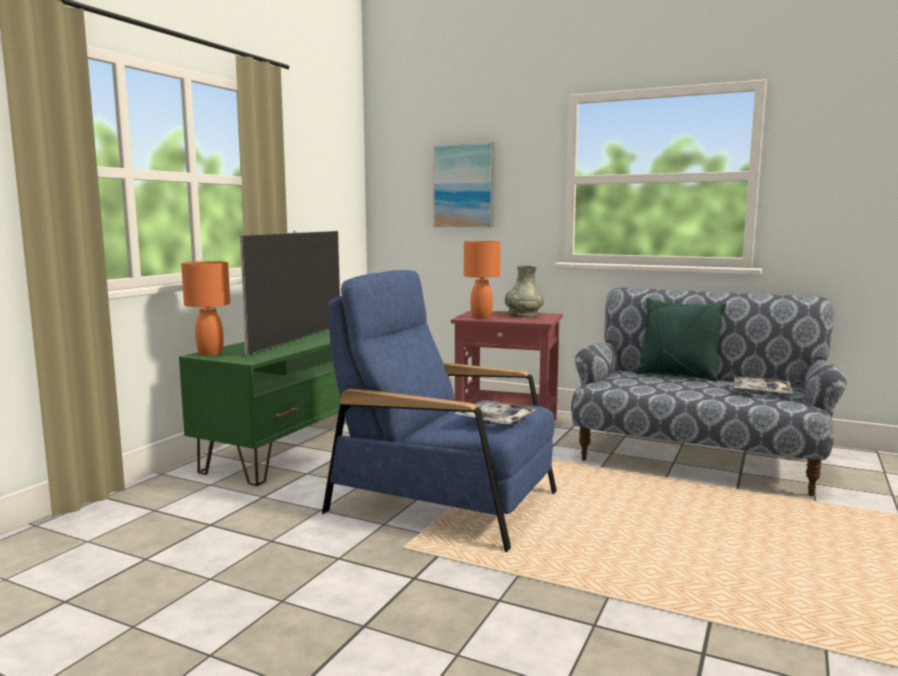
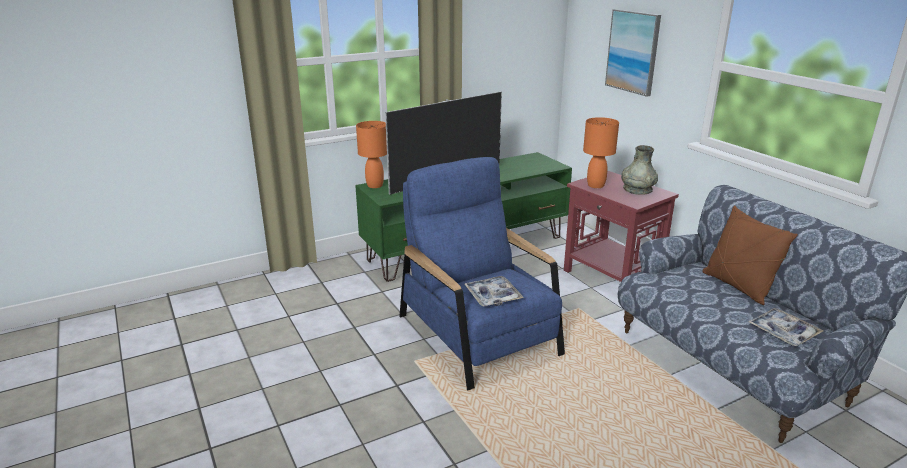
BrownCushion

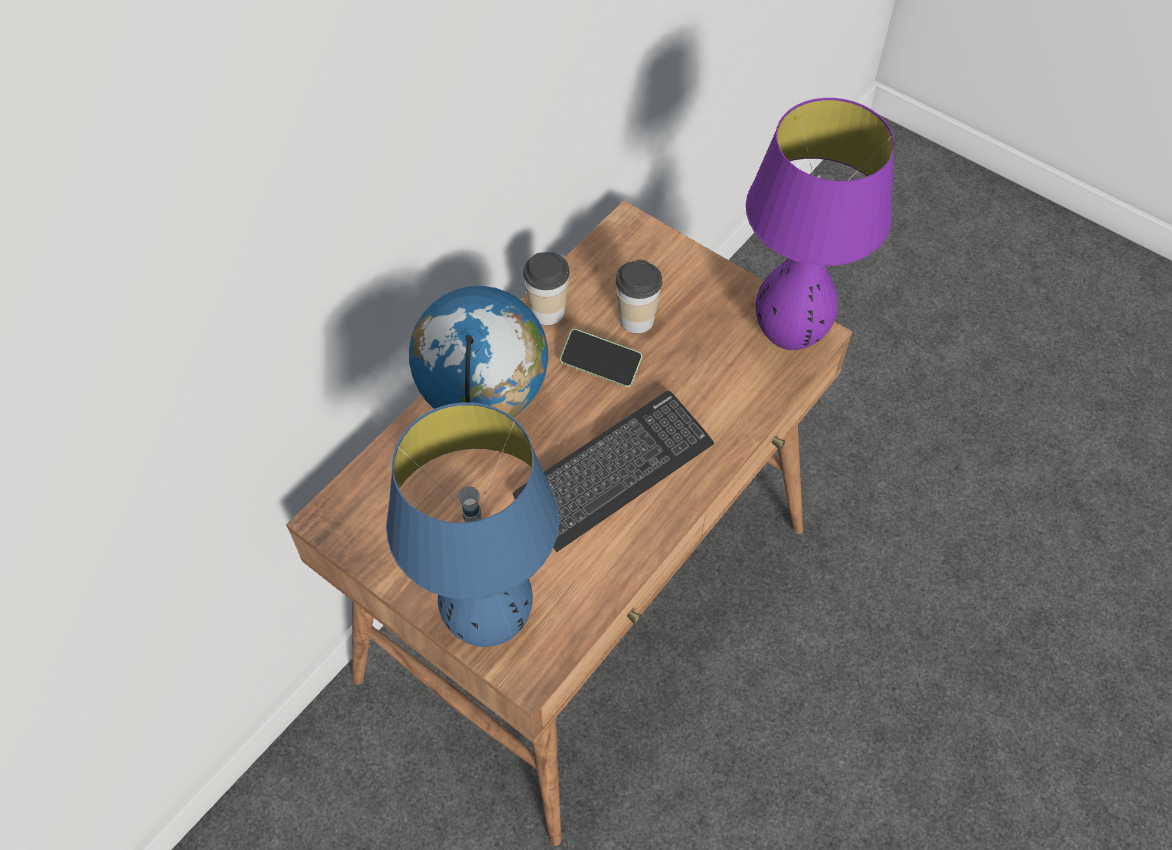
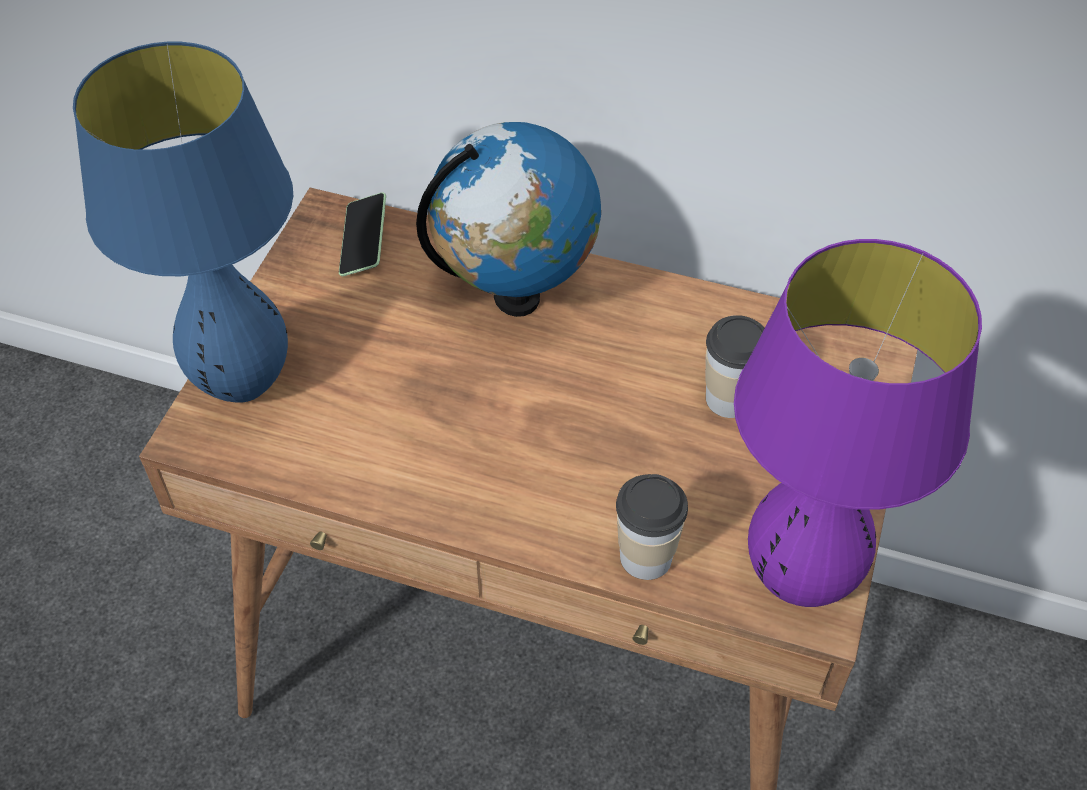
PcKeyboard; Cup (1st from left); Handset

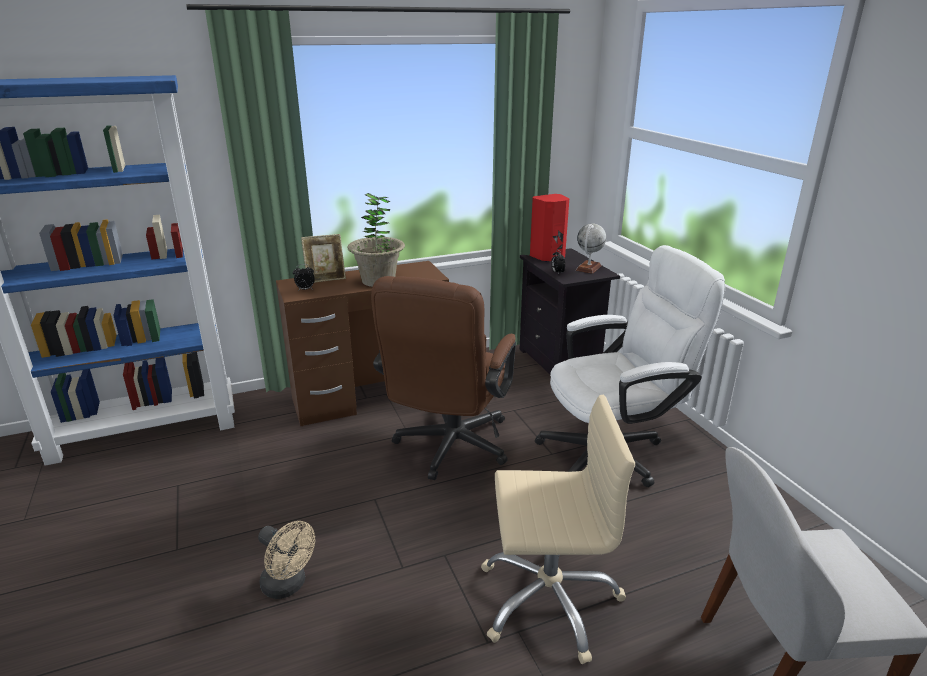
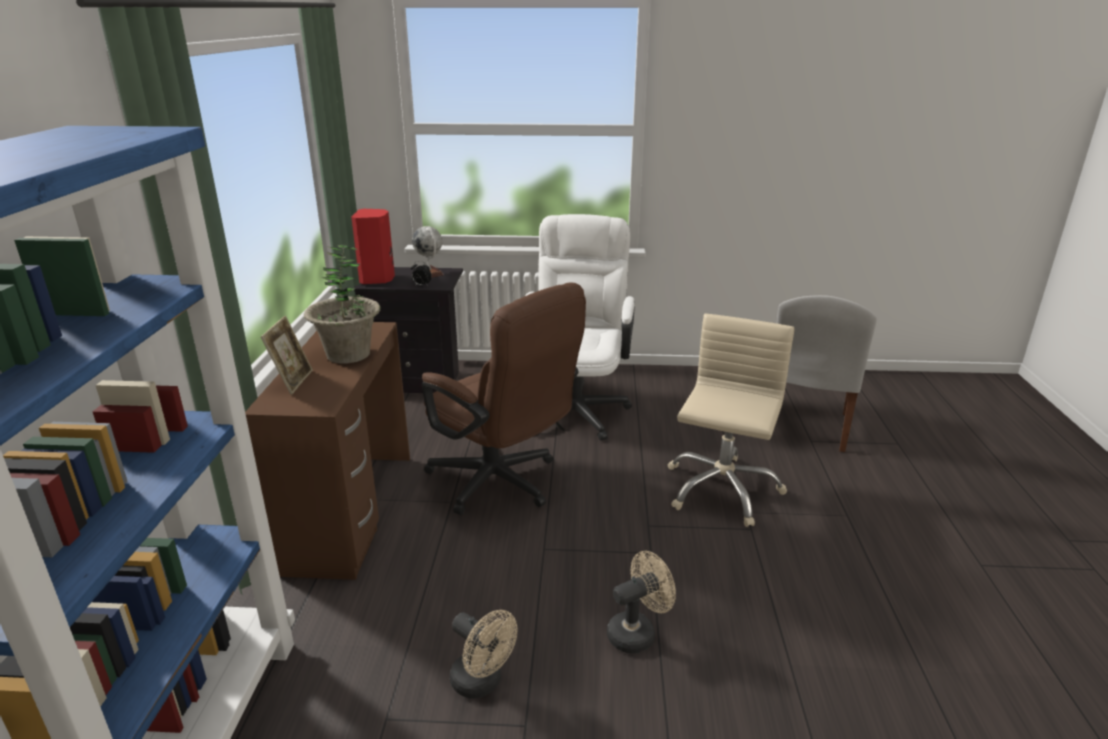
AlarmClock (1st from left in the first image); BeigeElectricFan (1st from left)

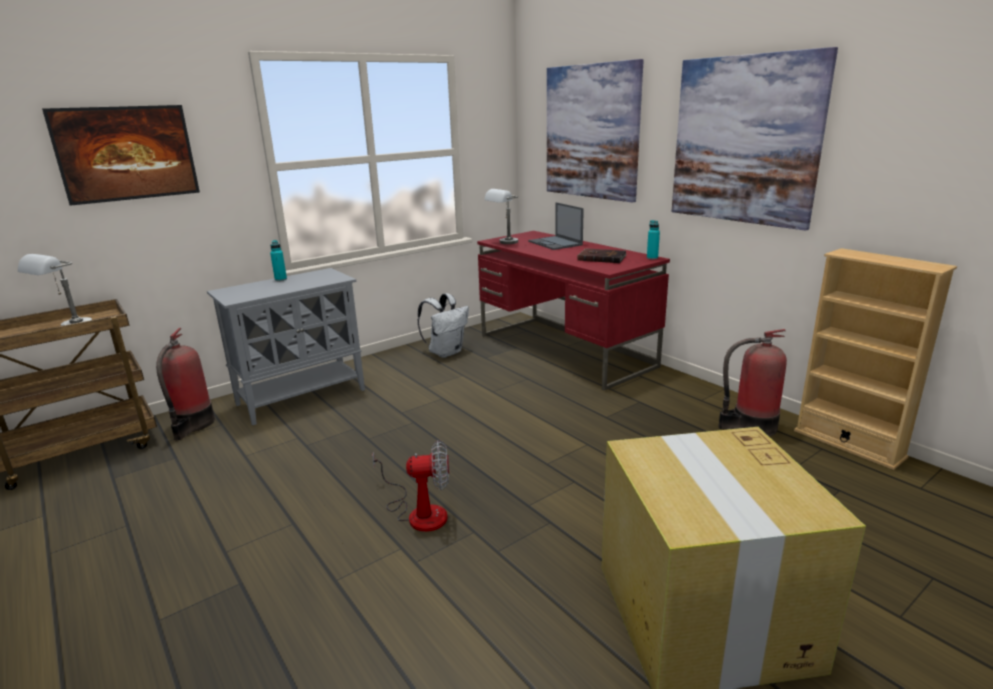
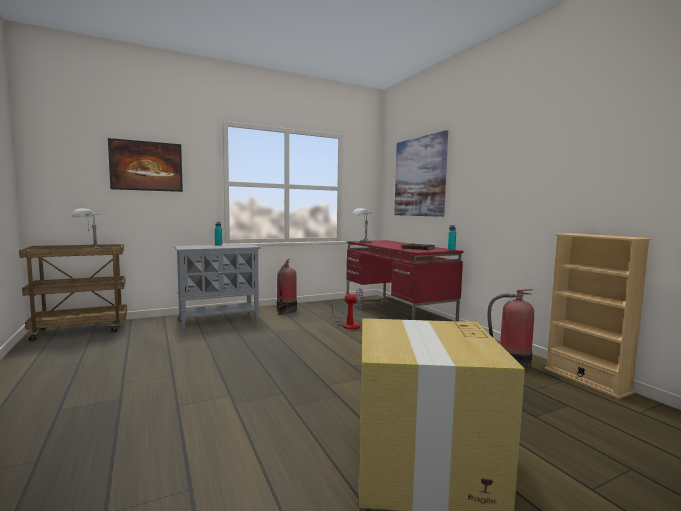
FireExtinguisher (1st from left); ElectricFan; WhitishKnapsack; NotebookComputer; Picture (3rd from left in the first image)

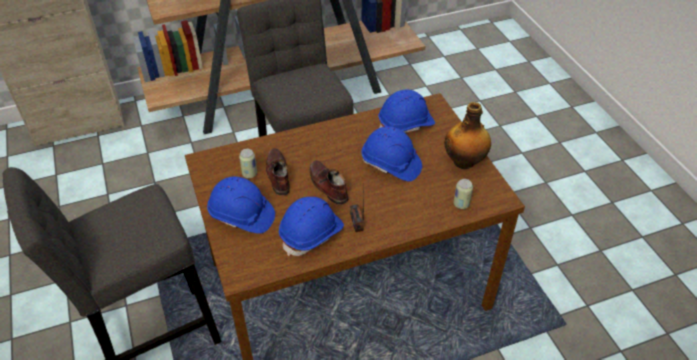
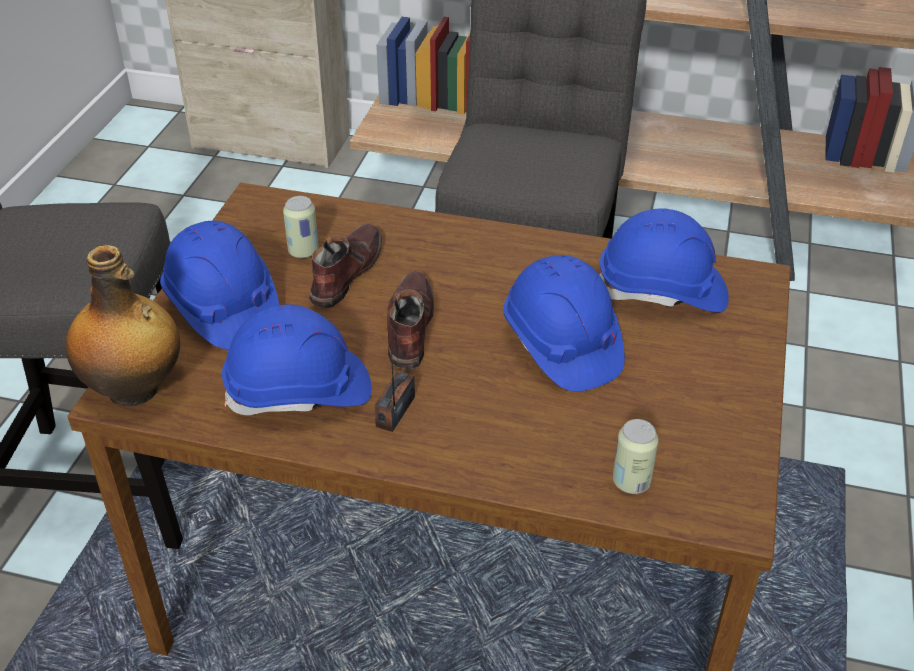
Bottle

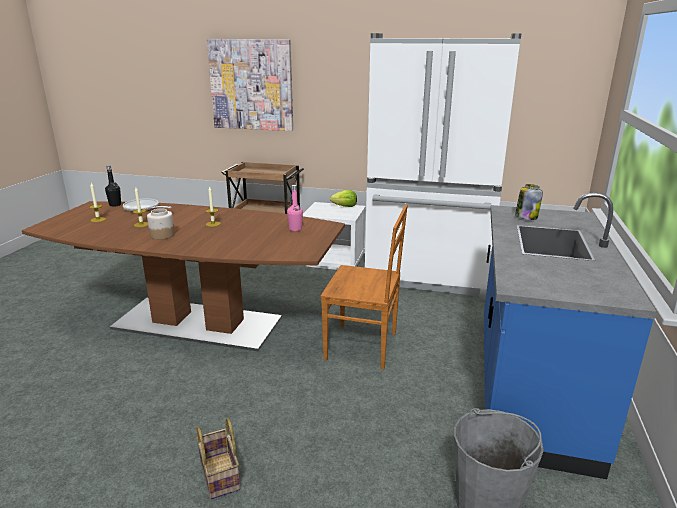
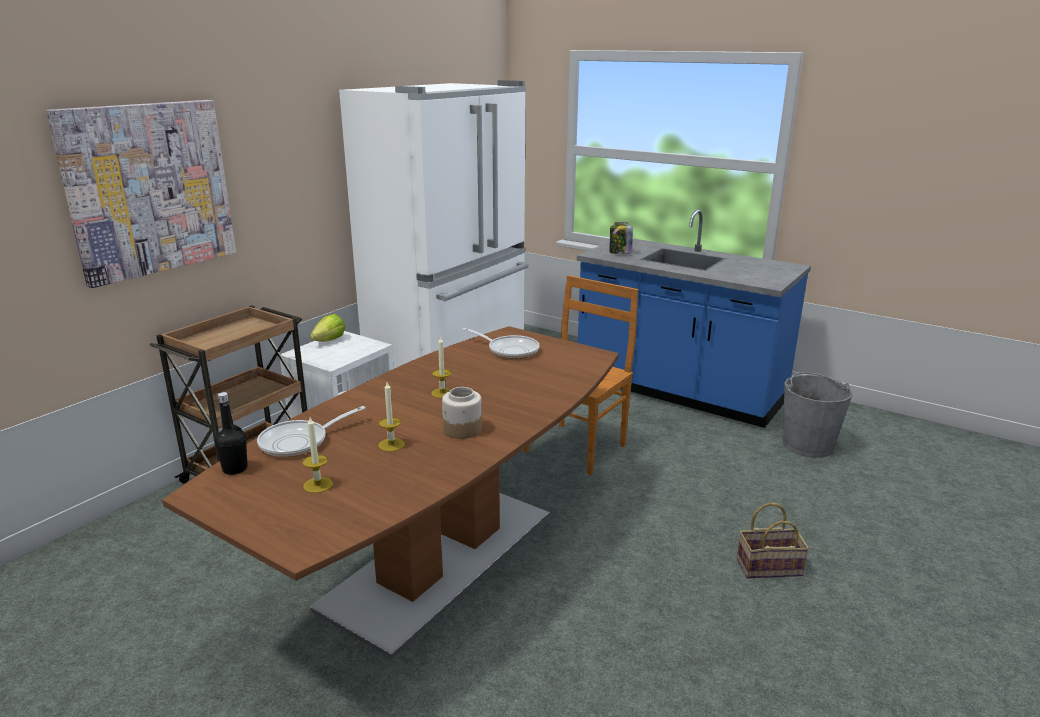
Skillet (2nd from left)

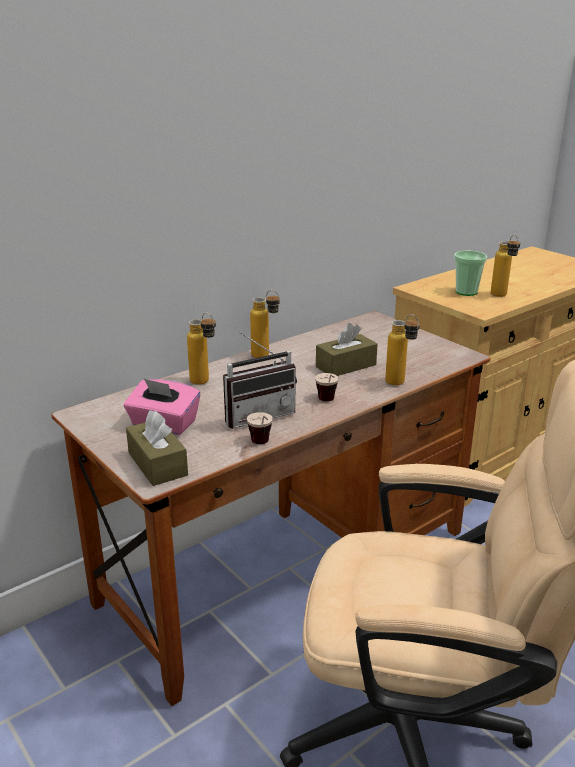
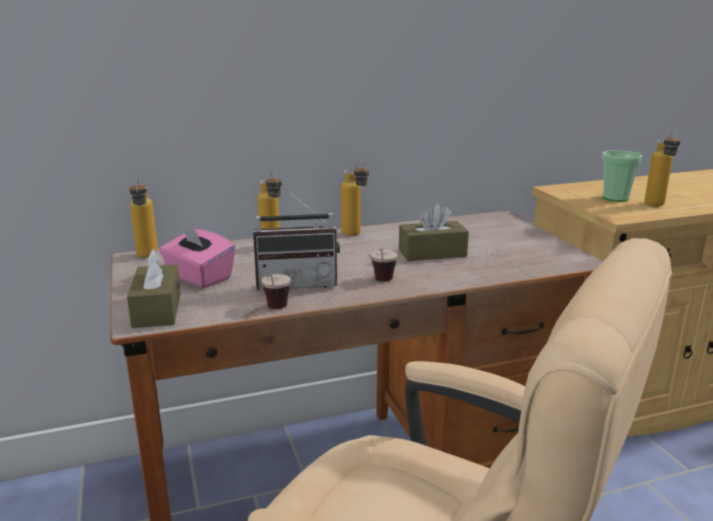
Bottle (1st from left)

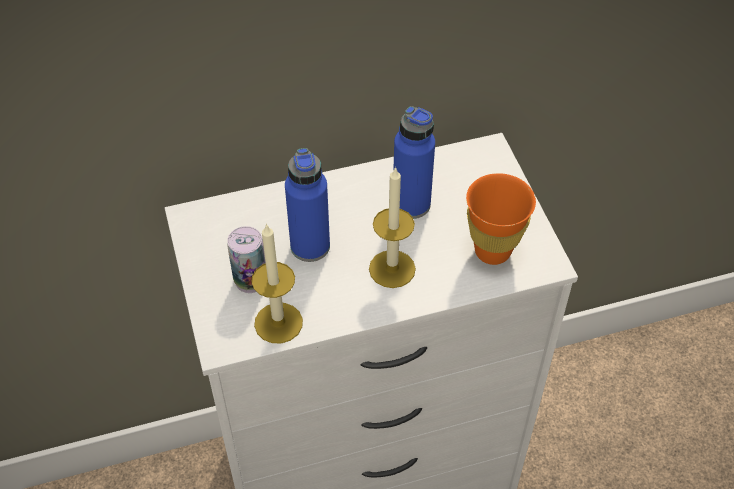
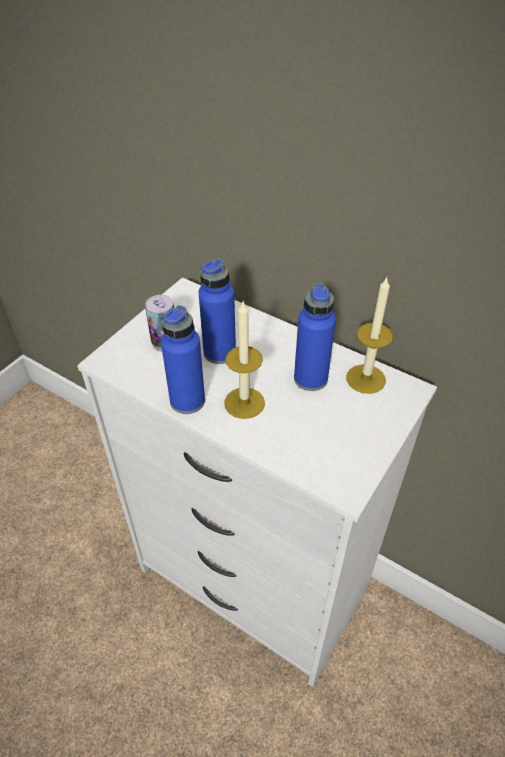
Candle (2nd from left); OrangeyCup; BluishBottle (1st from left)

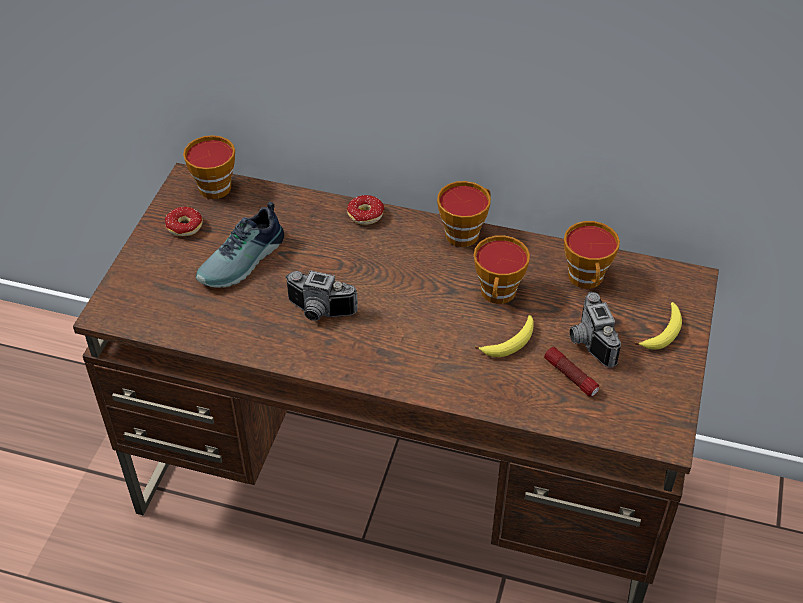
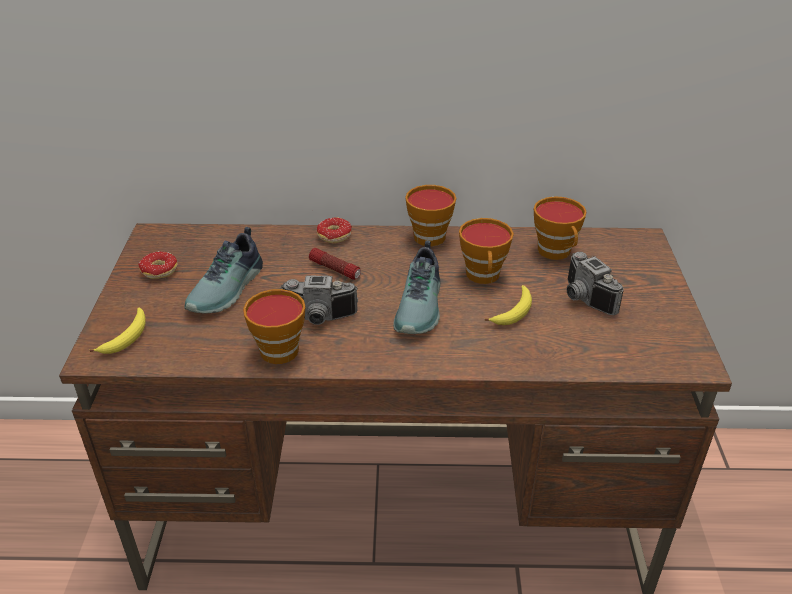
Cup (1st from left); HandTorch; BananaFruit (1st from left); Shoe (2nd from left)

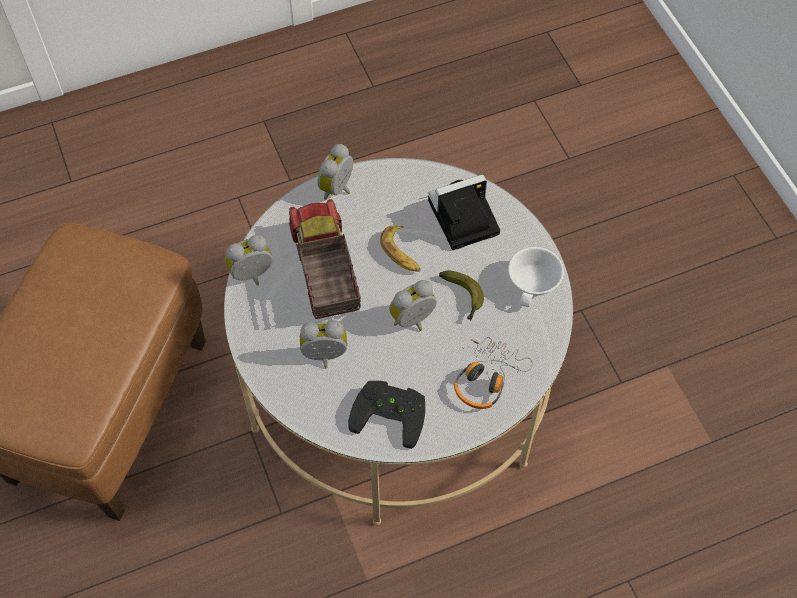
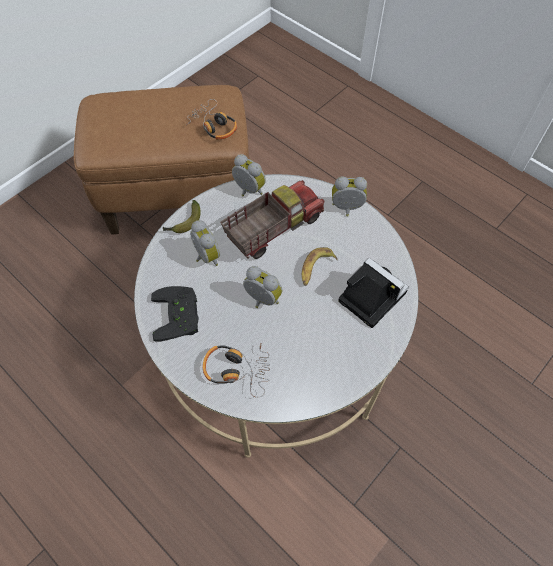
BananaFruit (1st from left); WhitishCup; Headset (1st from left)

